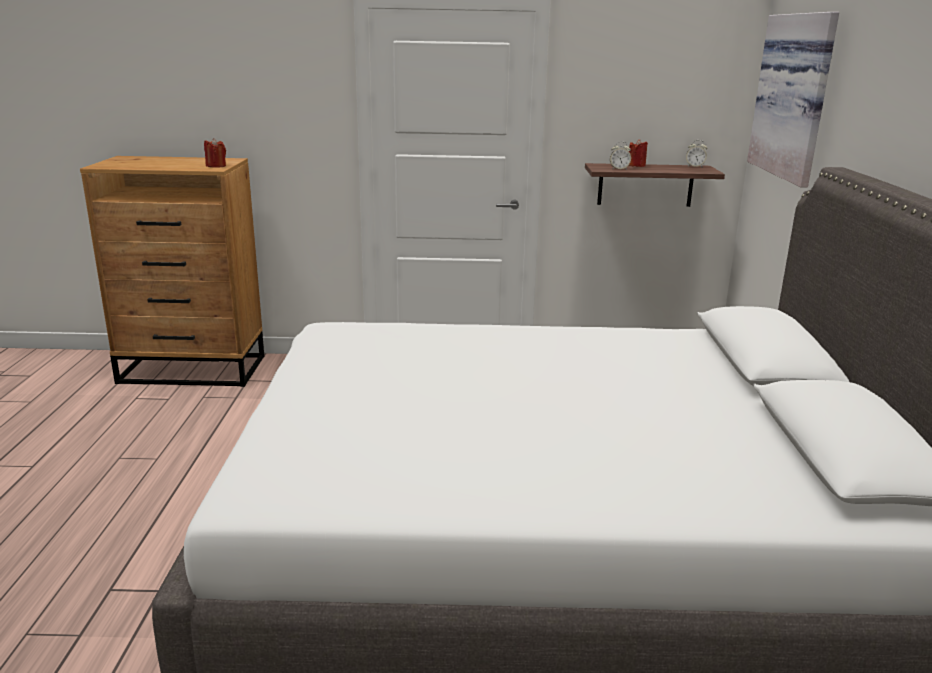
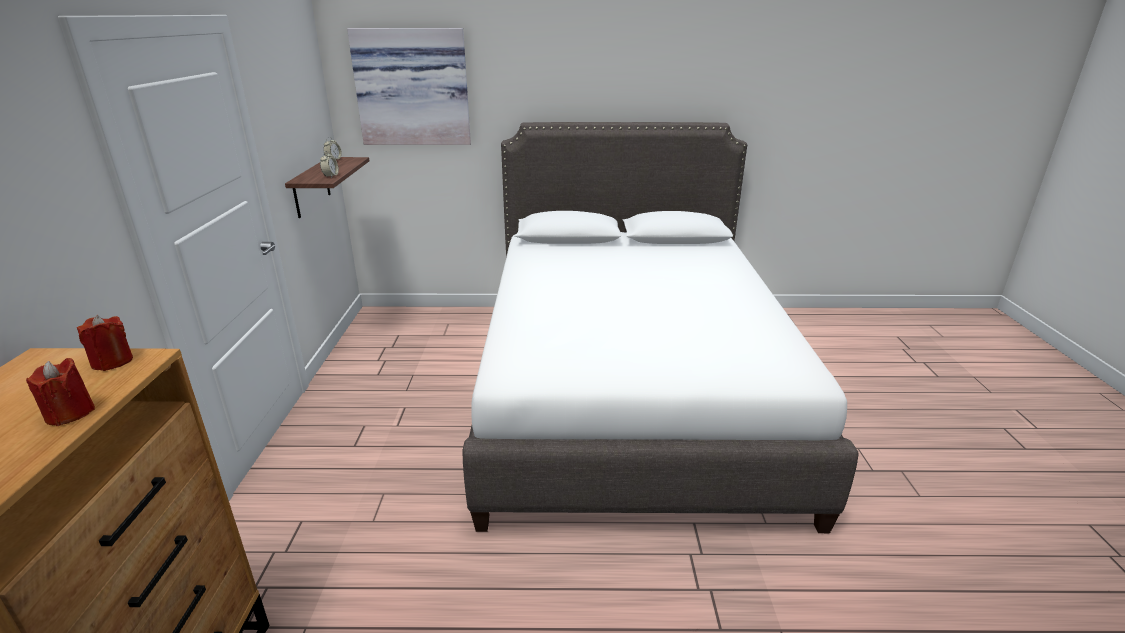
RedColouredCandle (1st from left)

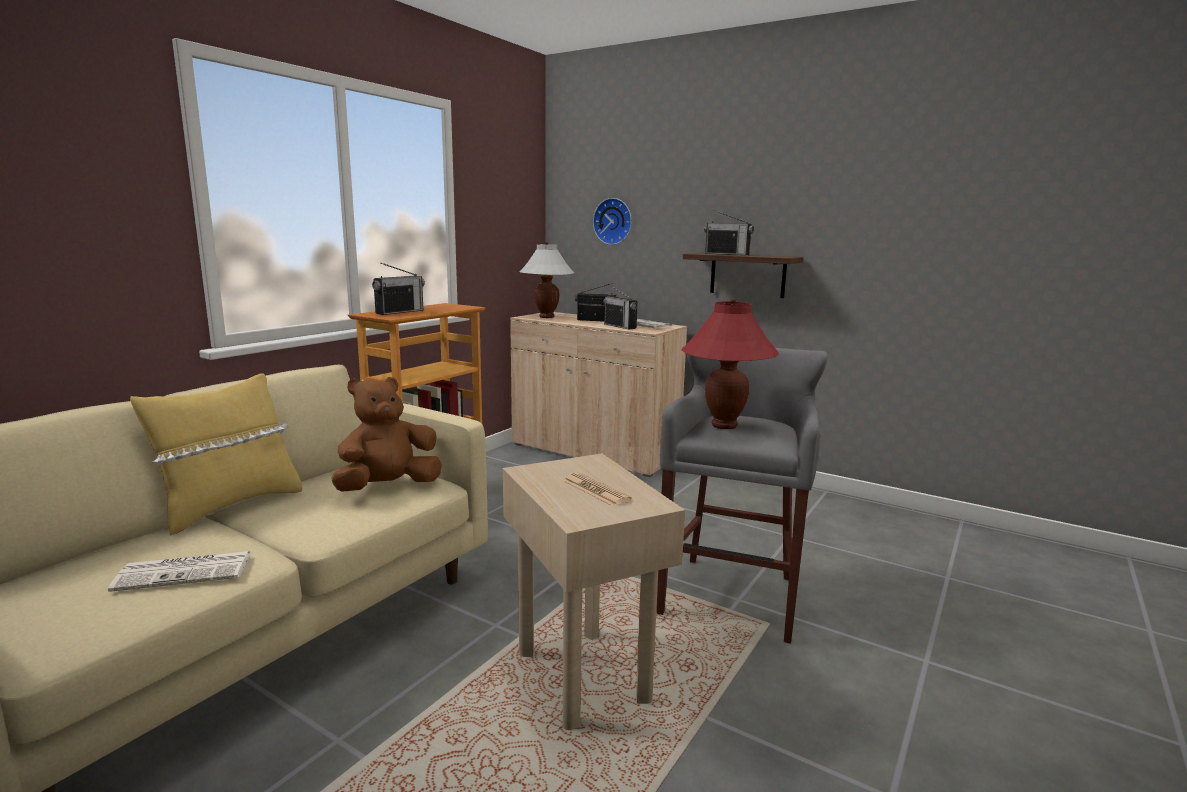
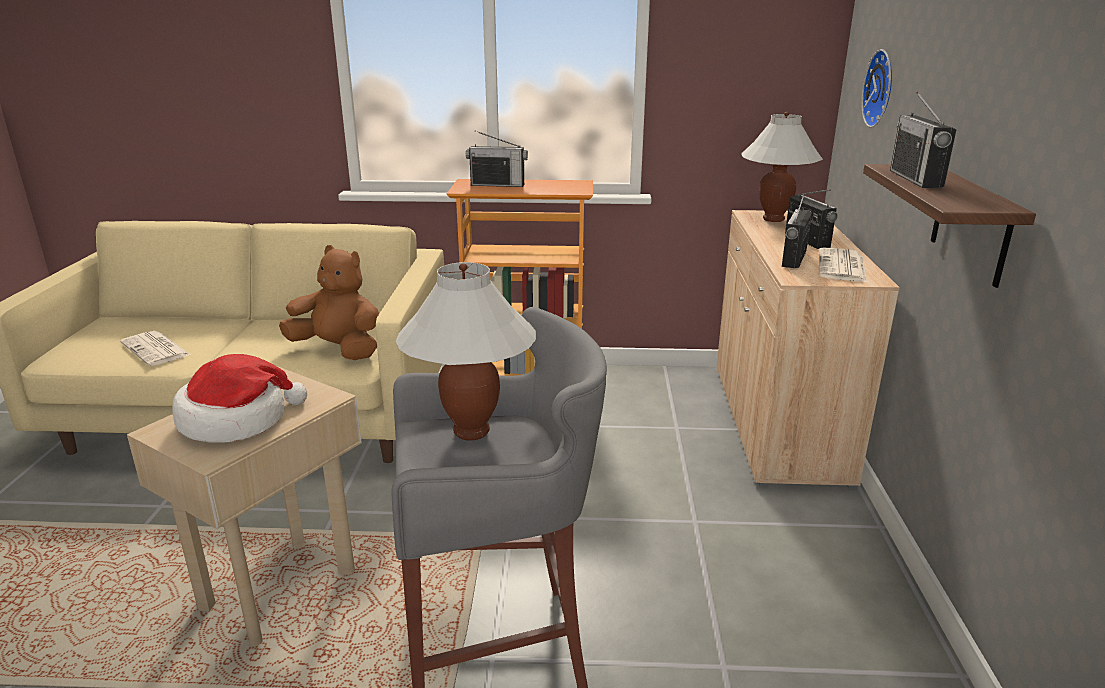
YellowColouredCushion; ClothingHat; WhitishLampForATable (1st from left)

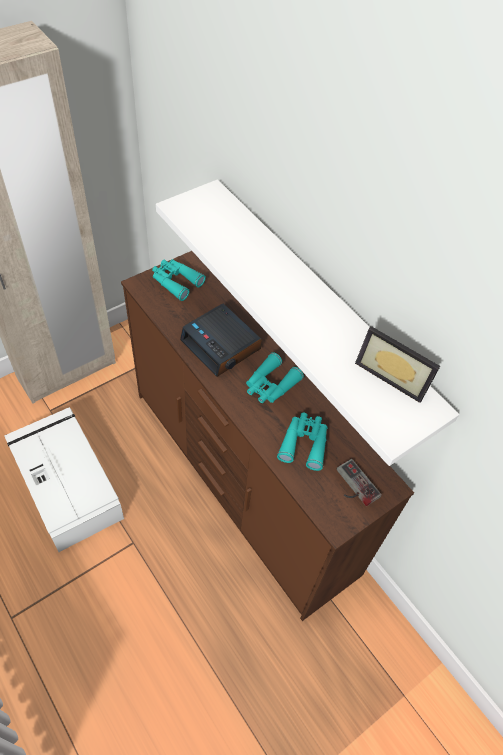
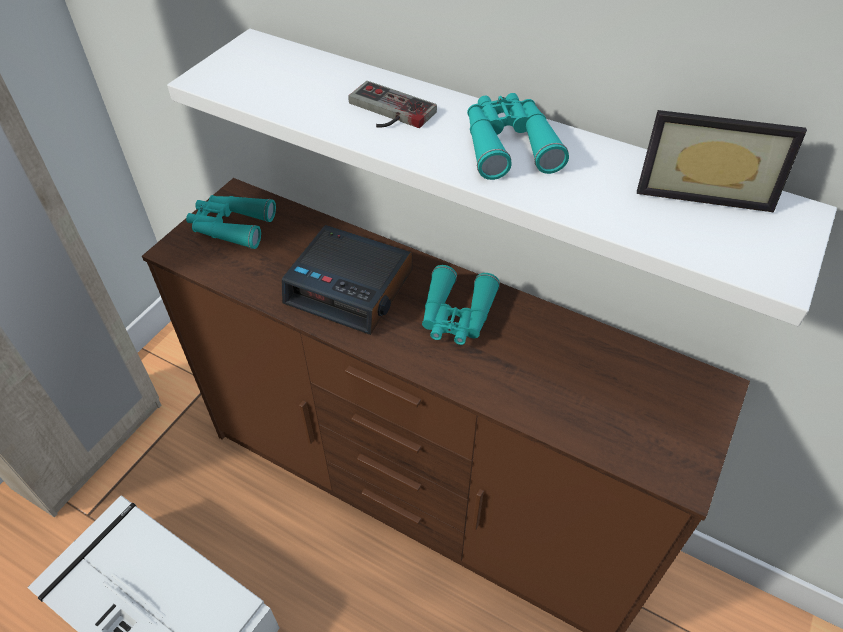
TurquoiseColouredFieldGlasses (3rd from left); Joypad

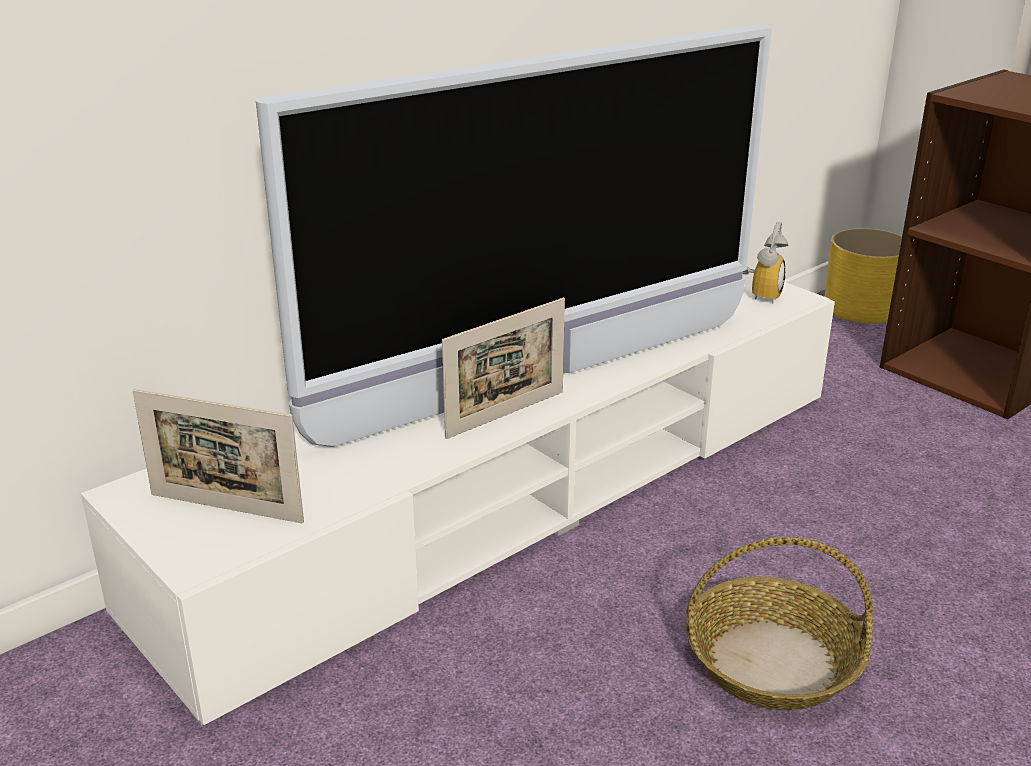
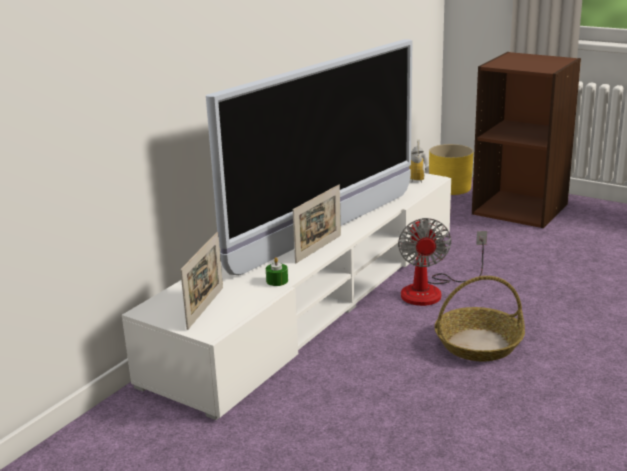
PhotoFrame (1st from left); GreenCandle; ElectricFan

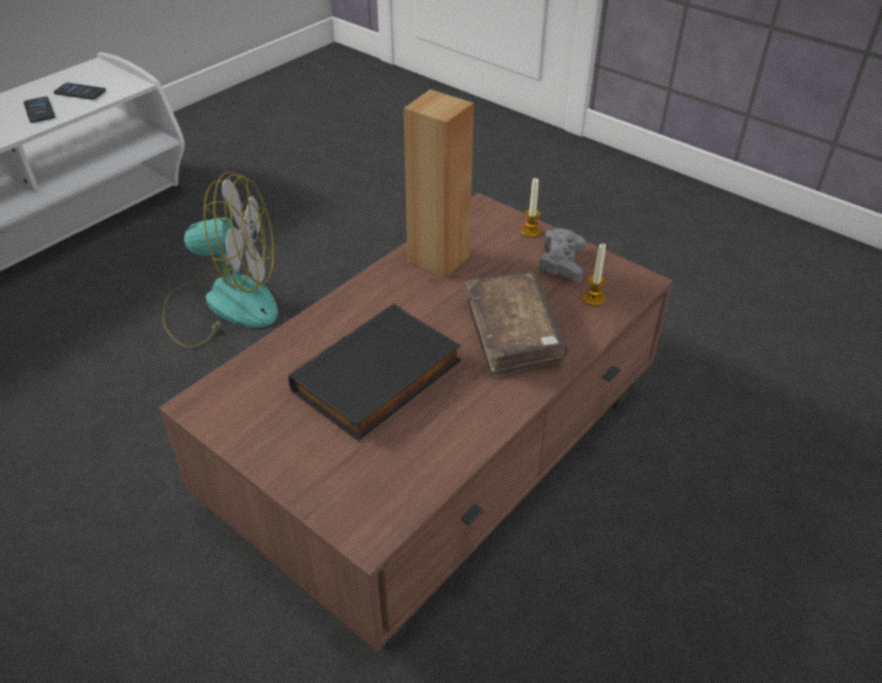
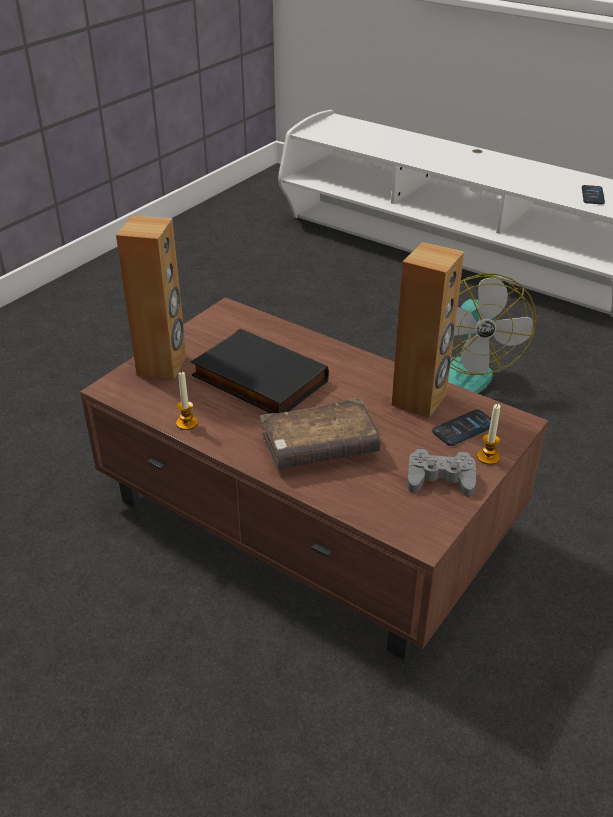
Handset (1st from left); Candle (1st from left); BrownSpeaker (1st from left)

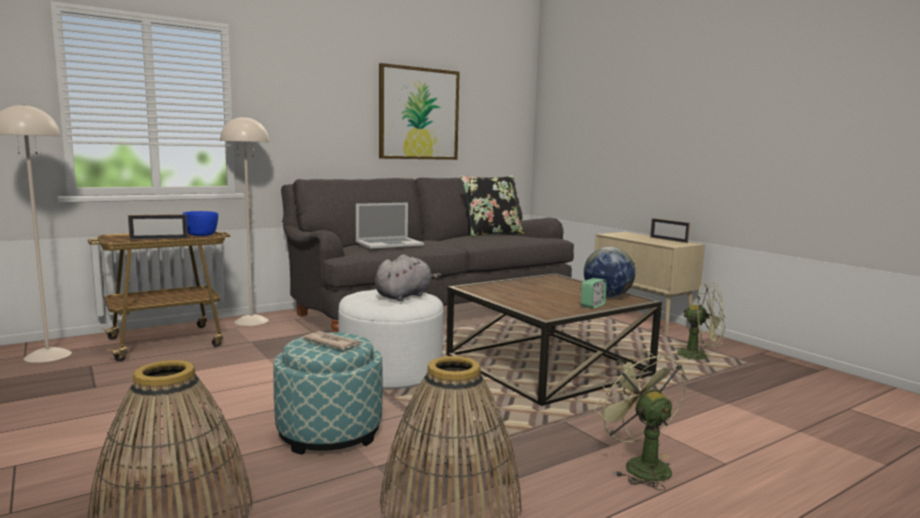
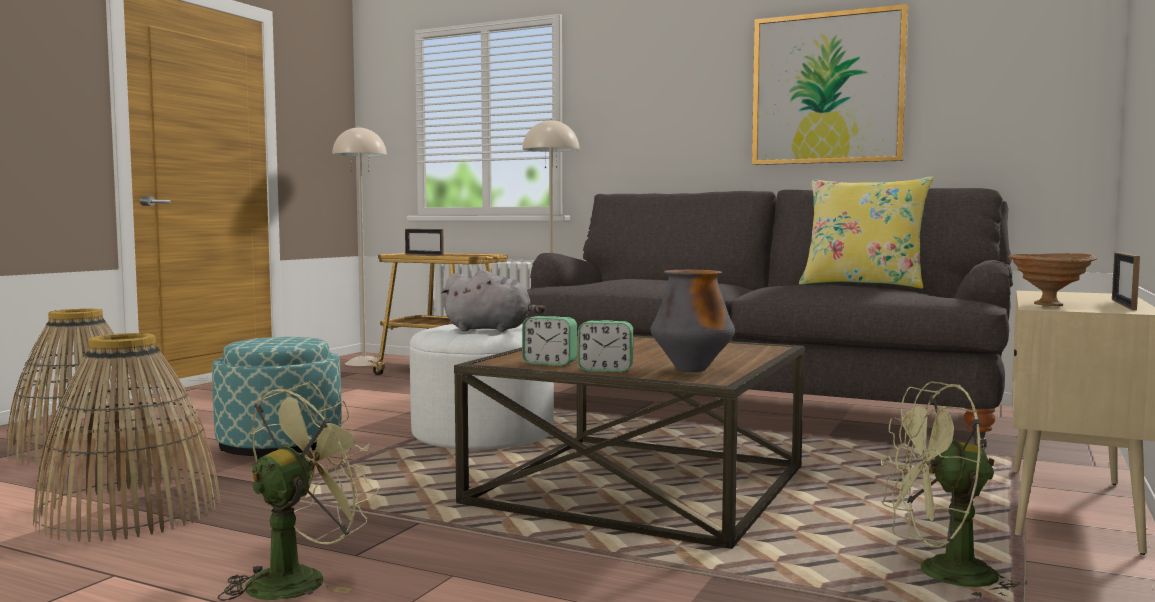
BluishServingBowl; DailyPaper; NotebookComputer; YellowColouredCushion; FlowerVase; GreenElectricFan (2nd from left); AlarmClock (1st from left); BrownServingBowl

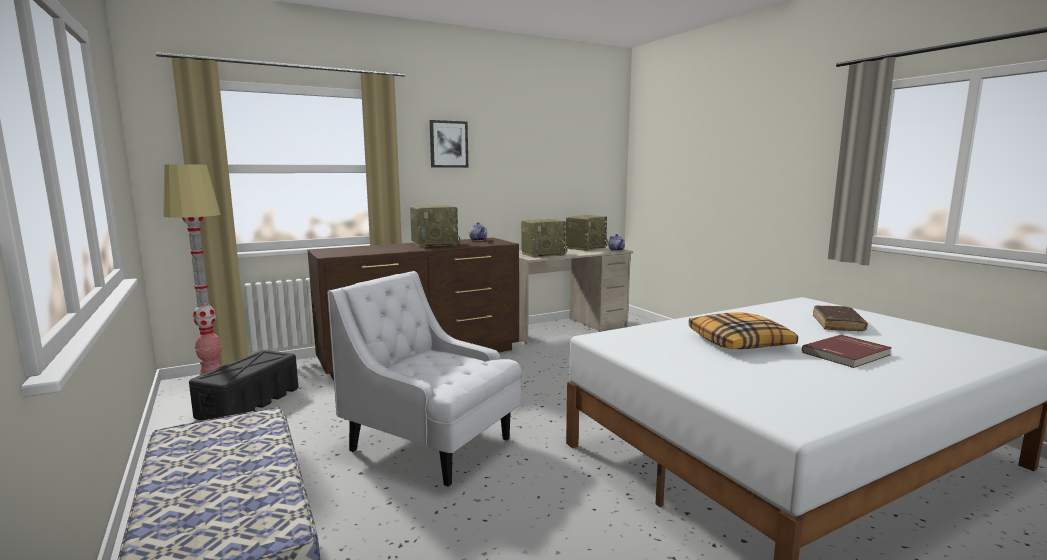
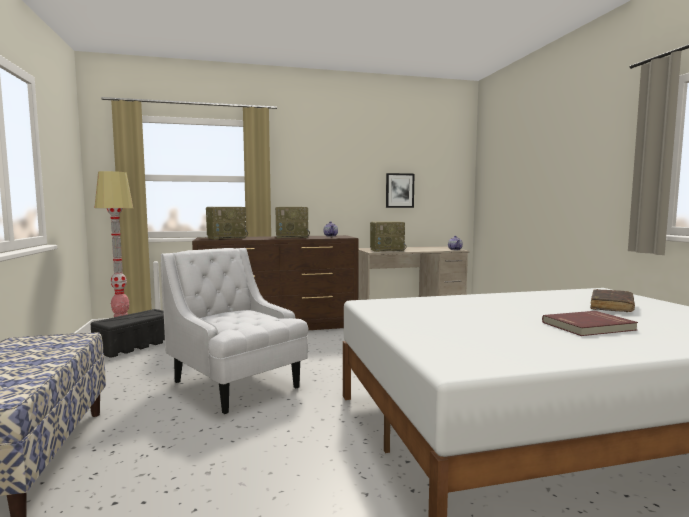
Picture; RadioReceiver (1st from left); Cushion

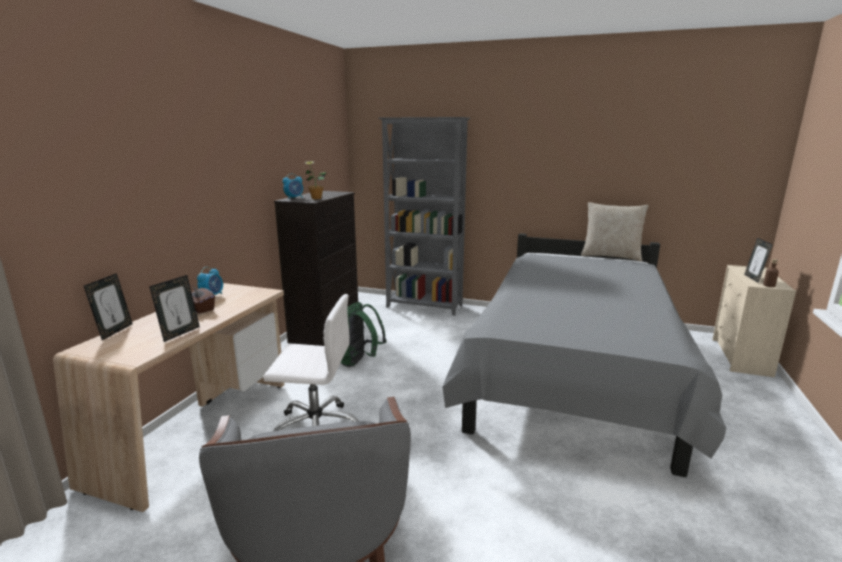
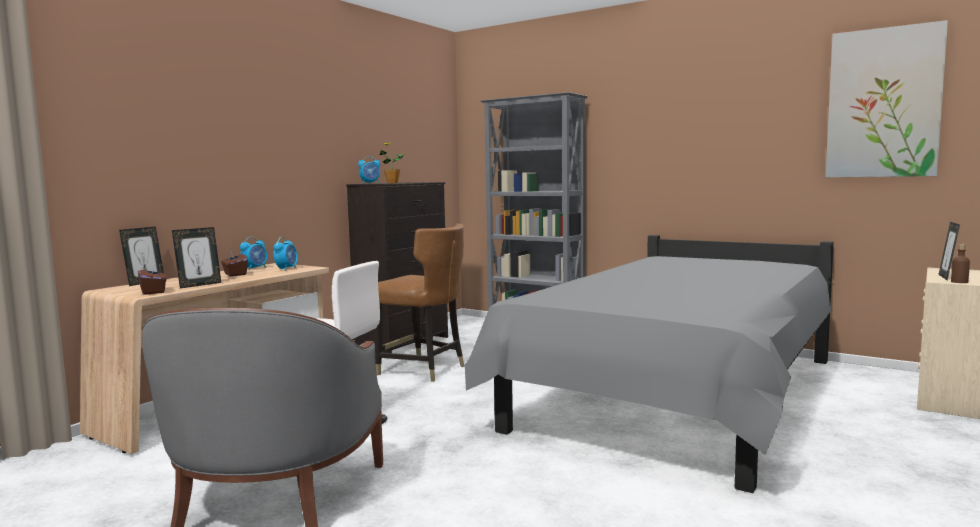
BrownPlainChair; BeigeCushion; BrownTissueBox (1st from left); AlarmClock (2nd from left); Picture

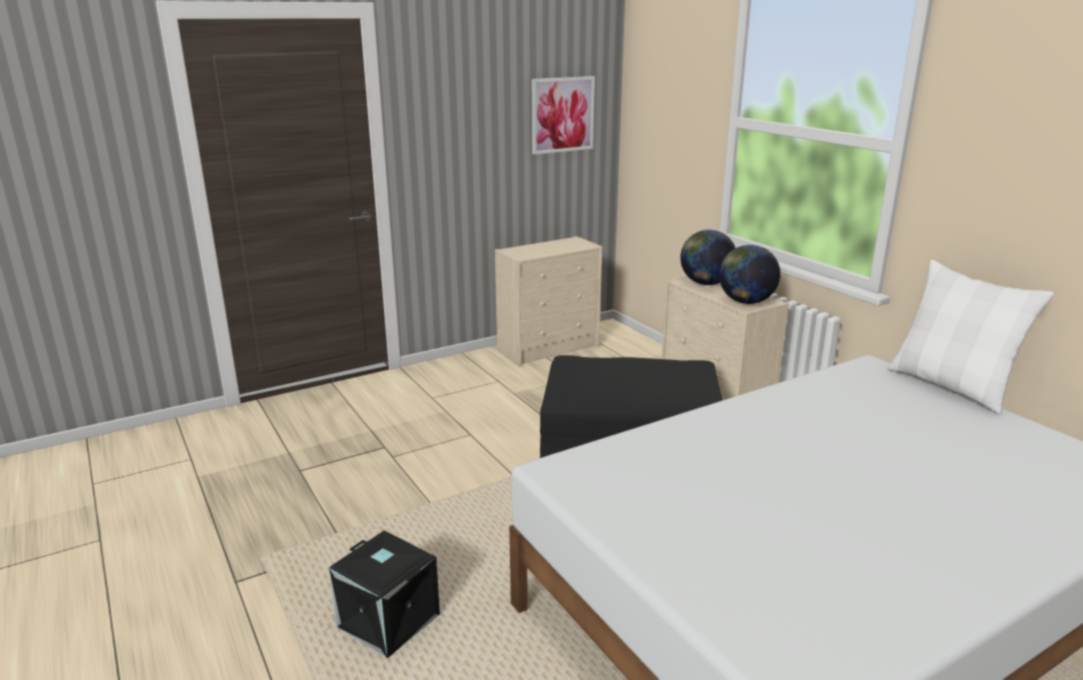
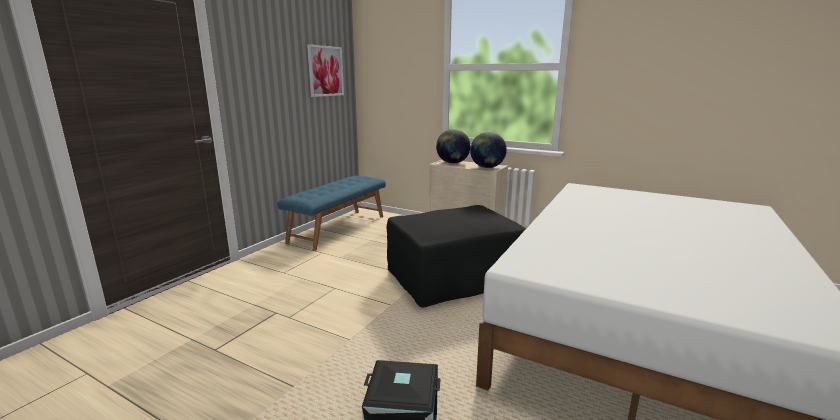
BluishBench; WhitishCushion

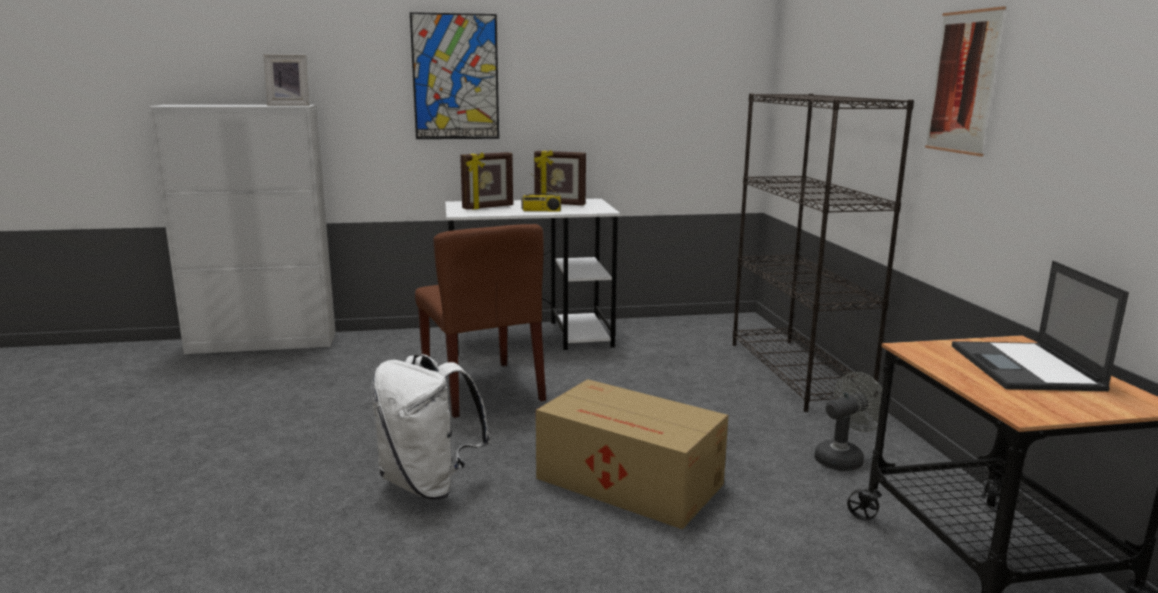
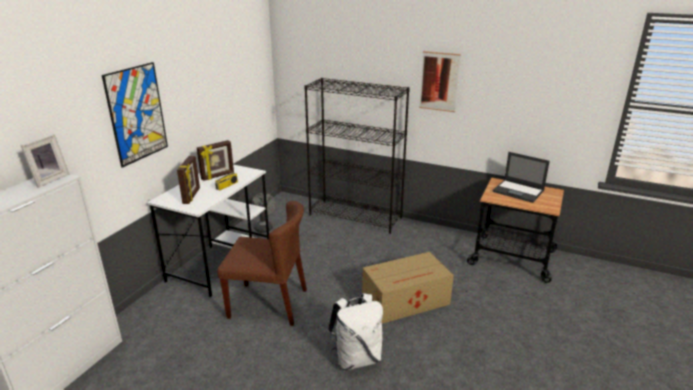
GrayElectricFan

